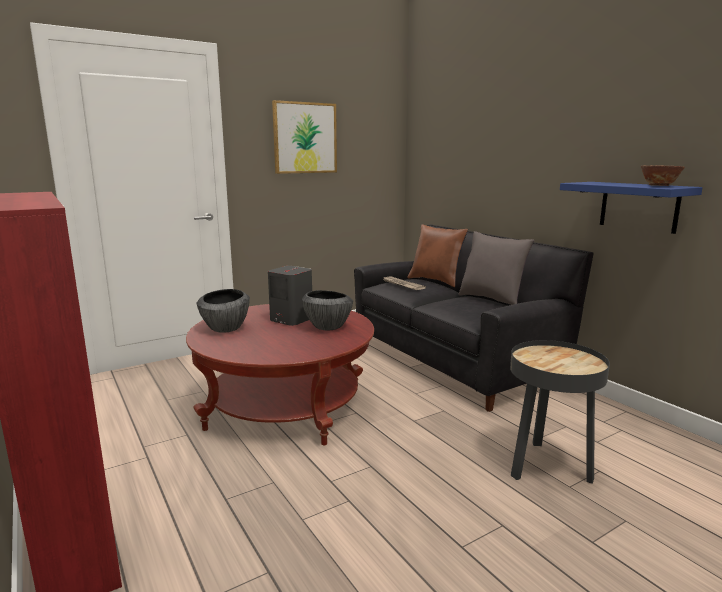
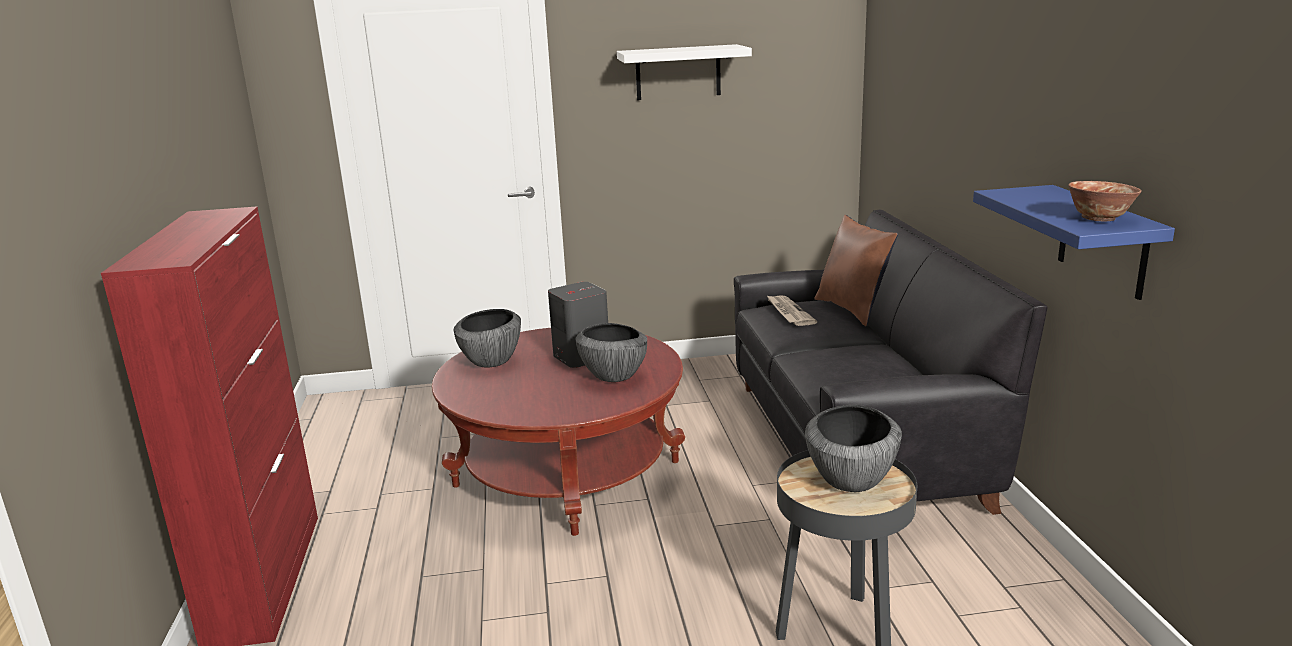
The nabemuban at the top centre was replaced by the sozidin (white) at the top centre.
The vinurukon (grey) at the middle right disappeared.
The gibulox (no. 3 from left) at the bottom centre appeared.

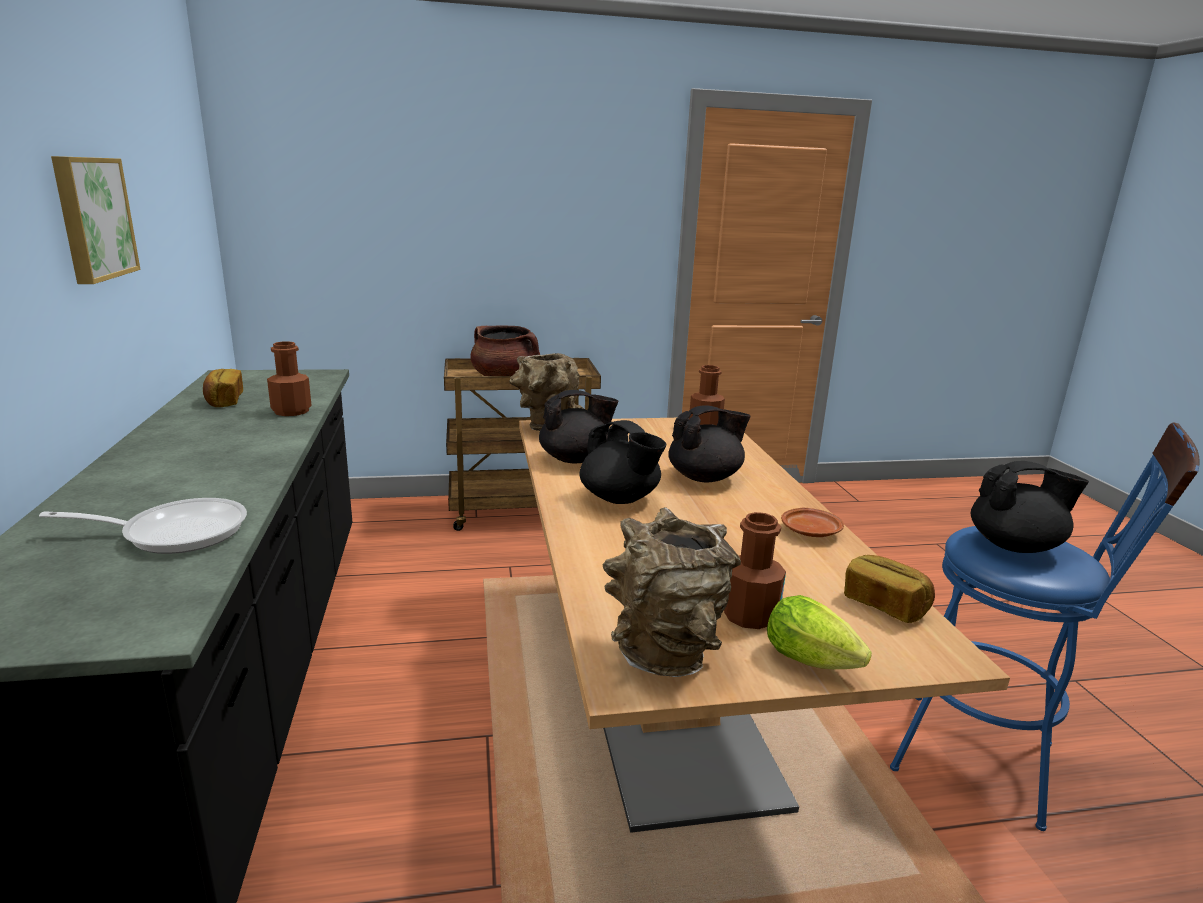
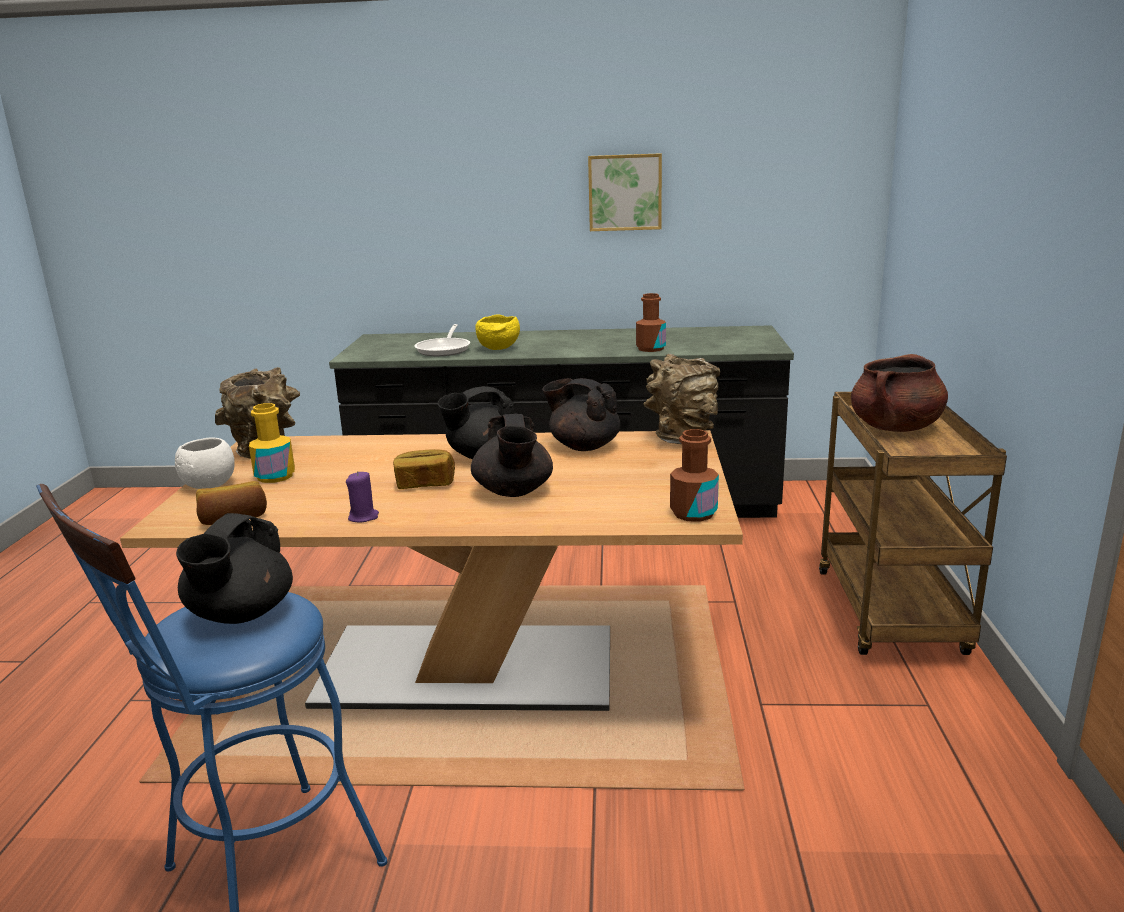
The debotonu (no. 1 from left in the first image) moved from the middle left to the centre.
The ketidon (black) (no. 1 from left in the first image) at the centre turned 120 degrees clockwise.
The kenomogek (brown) at the middle right was replaced by the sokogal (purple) at the middle left.
The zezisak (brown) (no. 3 from left) at the centre became the zezisak (yellow) at the middle left.
The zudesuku at the bottom right was replaced by the gibulox (white) at the middle left.
The gibulox (yellow) at the centre appeared.

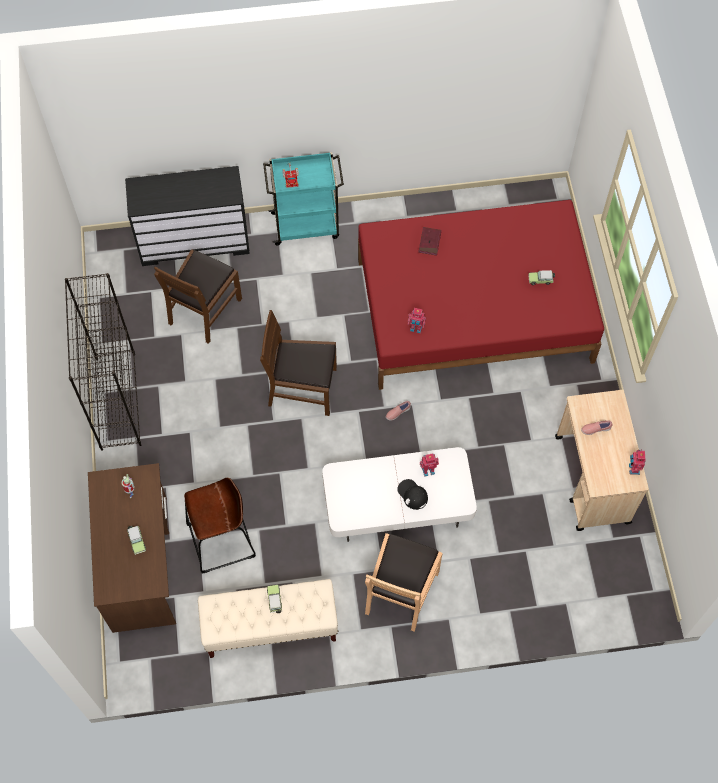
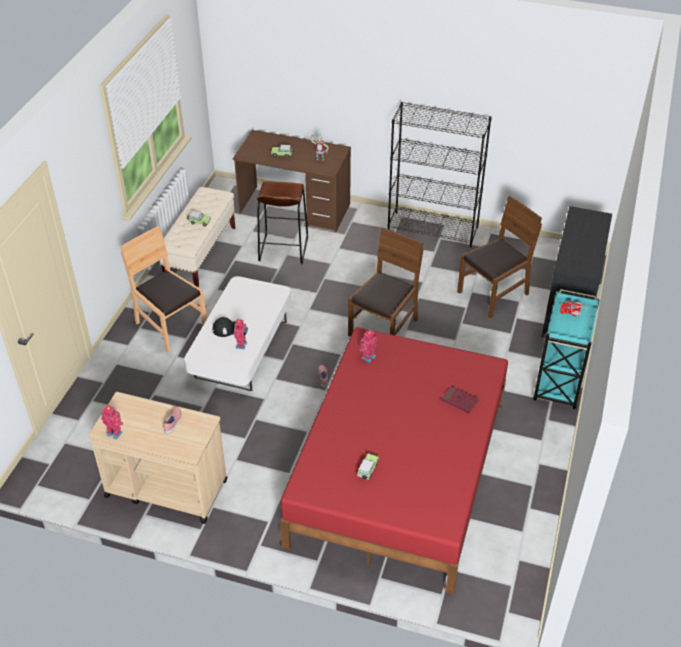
The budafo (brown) (no. 1 from left in the first image) at the middle left turned 90 degrees clockwise.

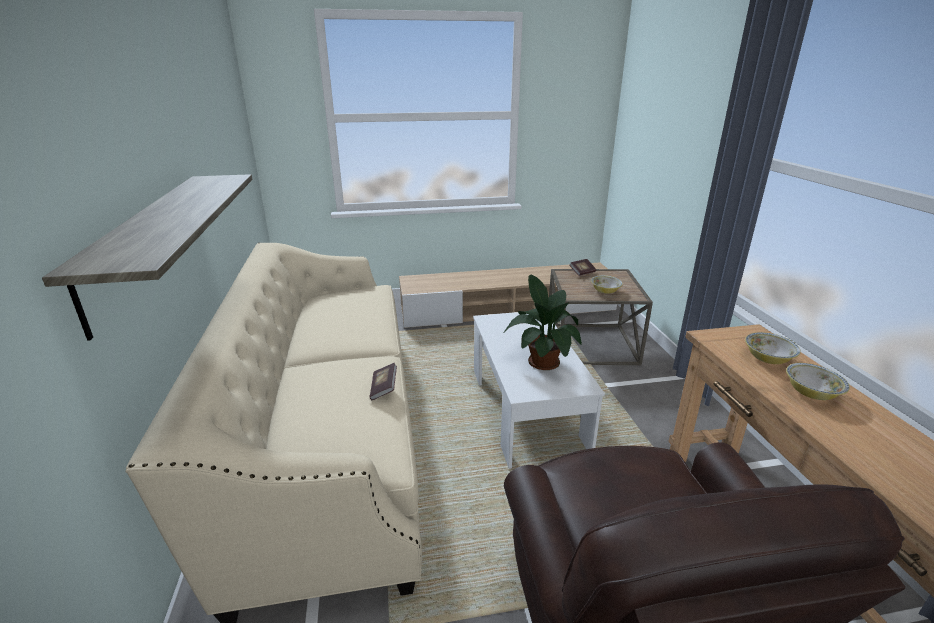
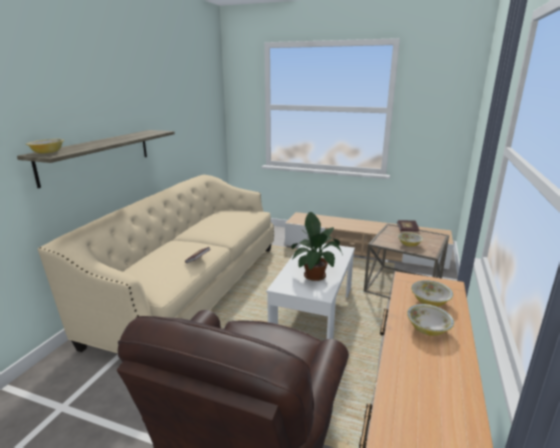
The gibulox (no. 1 from left) at the top left appeared.

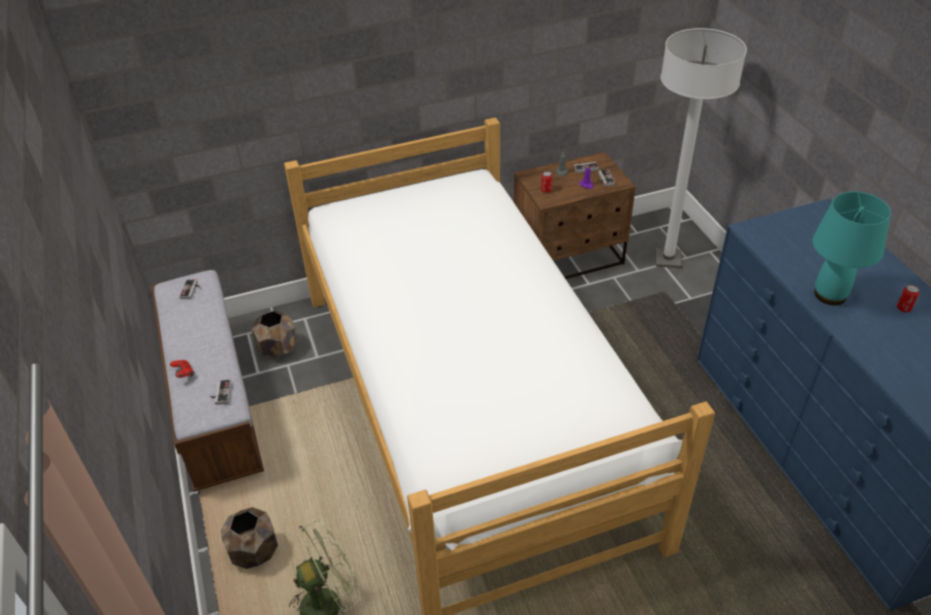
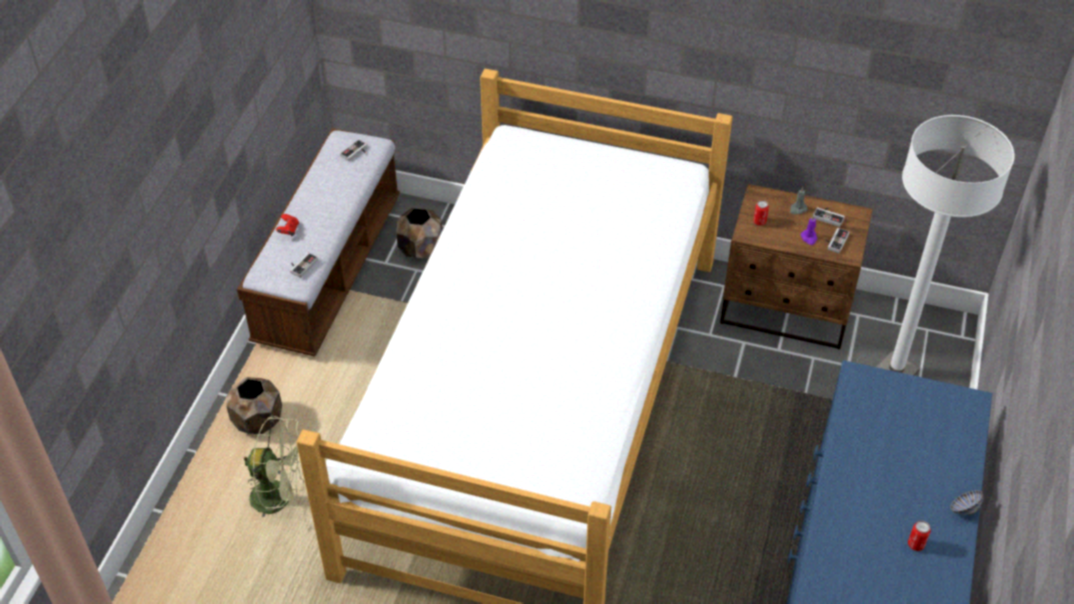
The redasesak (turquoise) at the middle right disappeared.
The gibulox at the bottom right appeared.

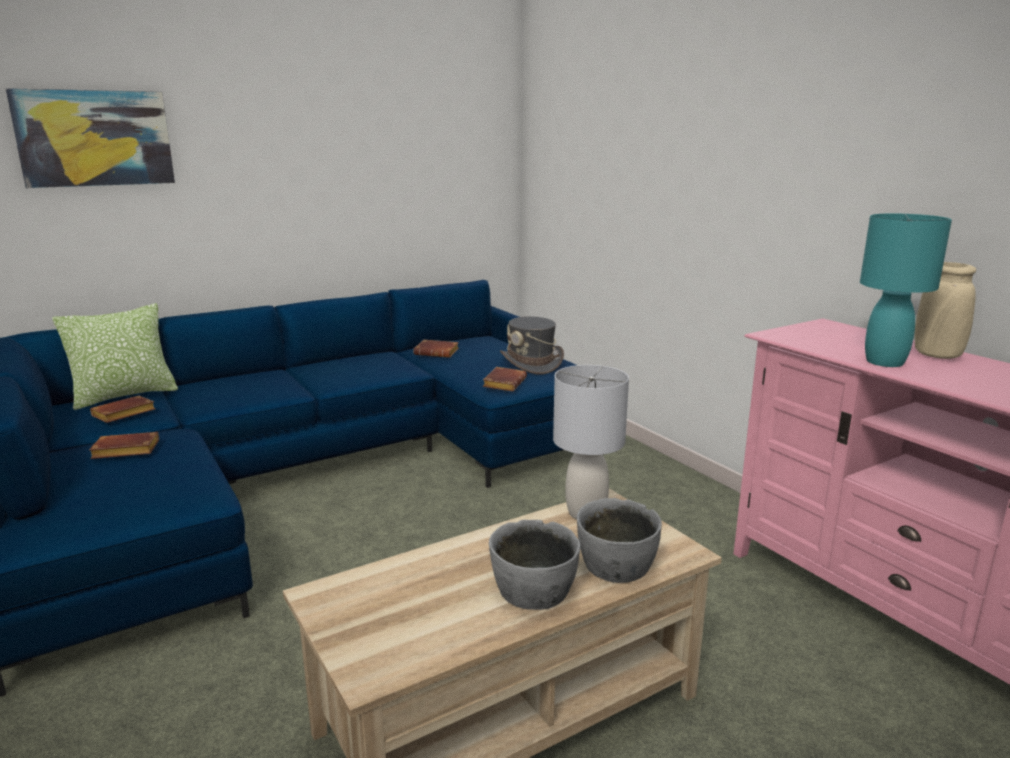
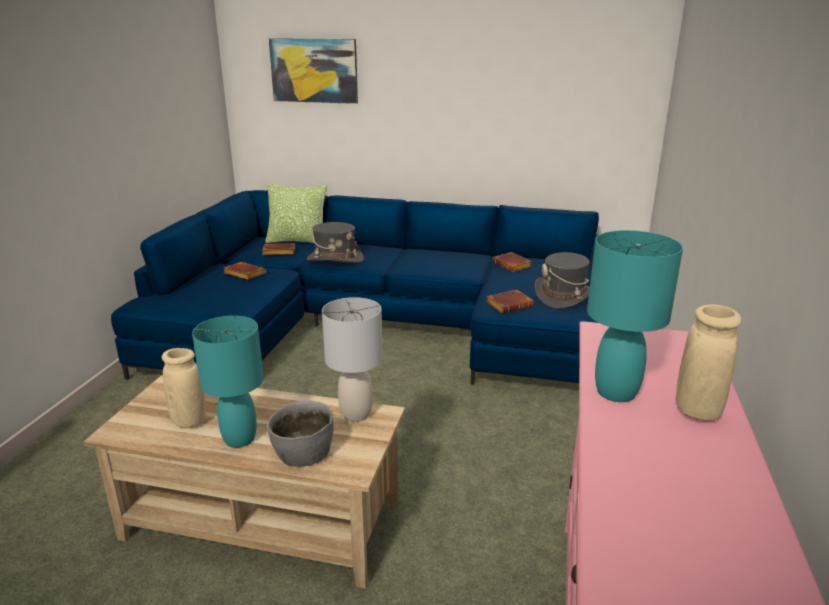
The gibulox (grey) (no. 1 from left) at the bottom centre was replaced by the redasesak (turquoise) (no. 1 from left) at the middle left.
The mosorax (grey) (no. 1 from left) at the centre appeared.
The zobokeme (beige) (no. 1 from left) at the middle left appeared.

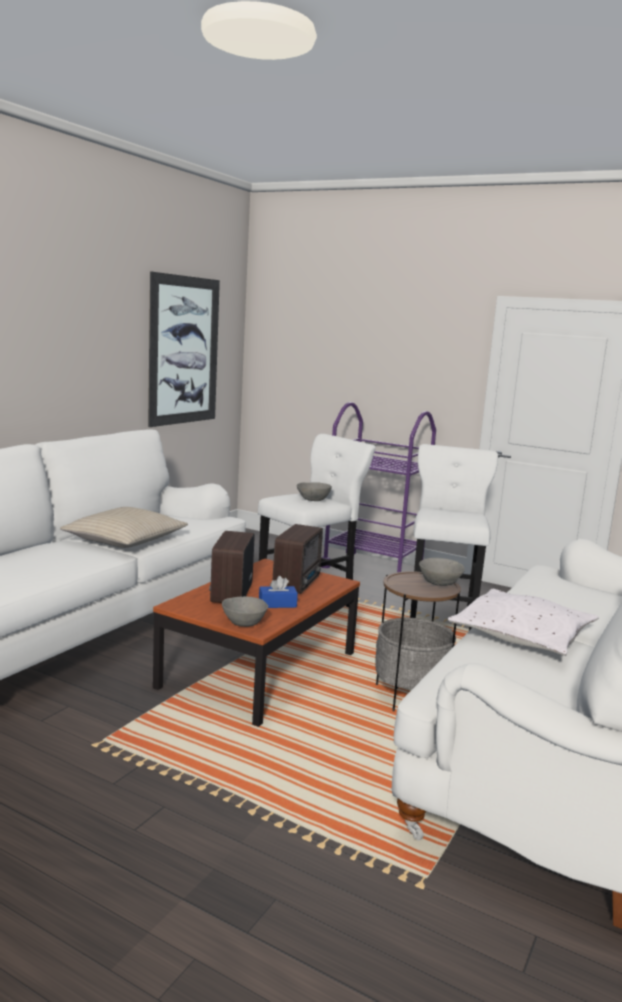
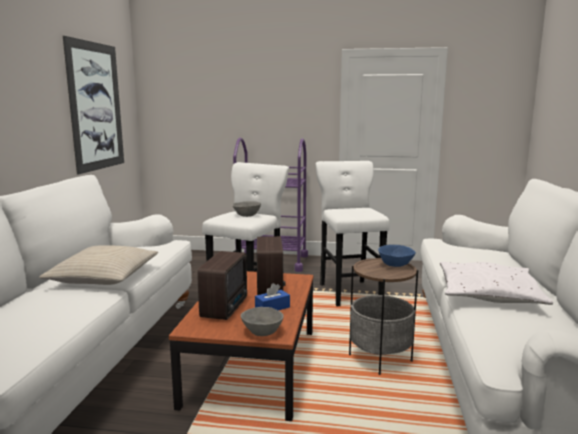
The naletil (no. 1 from left) at the centre turned 150 degrees counterclockwise.
The gibulox (grey) (no. 3 from left) at the middle right became the gibulox (blue) at the middle right.

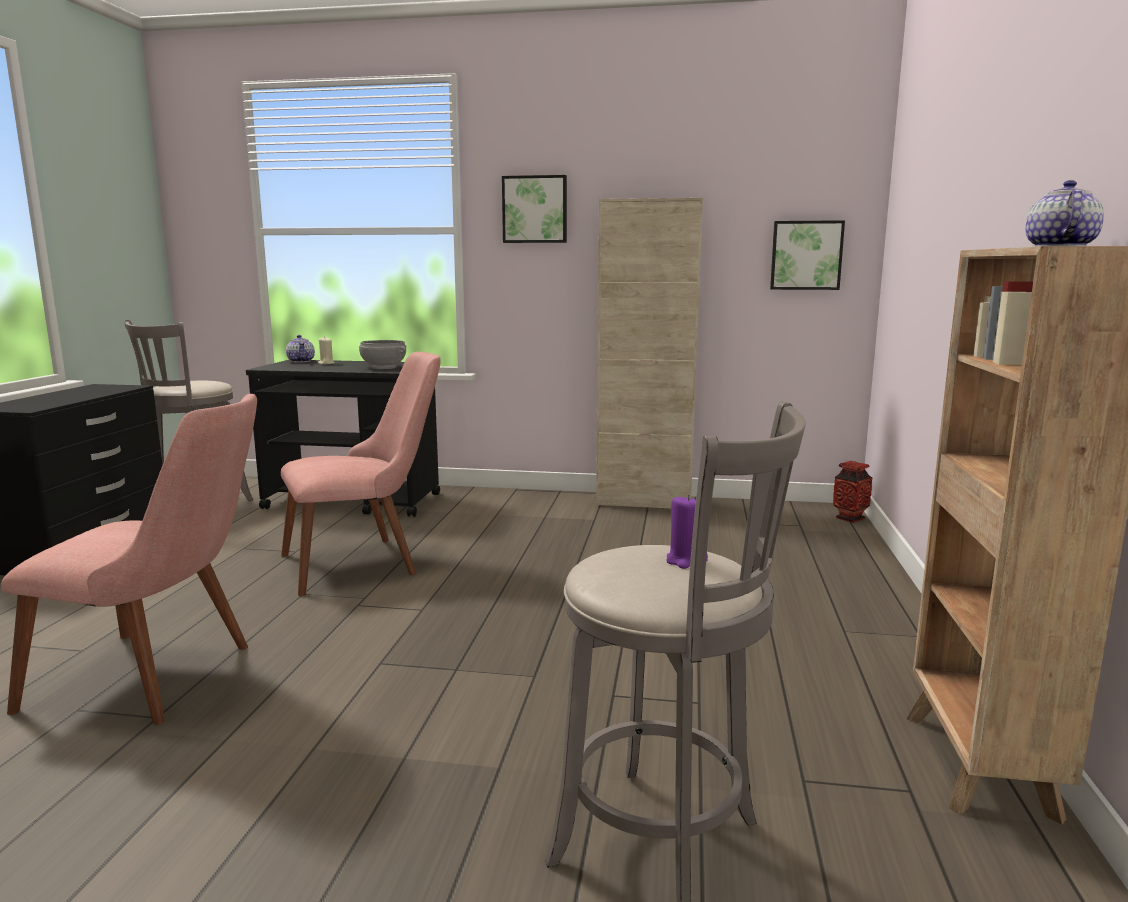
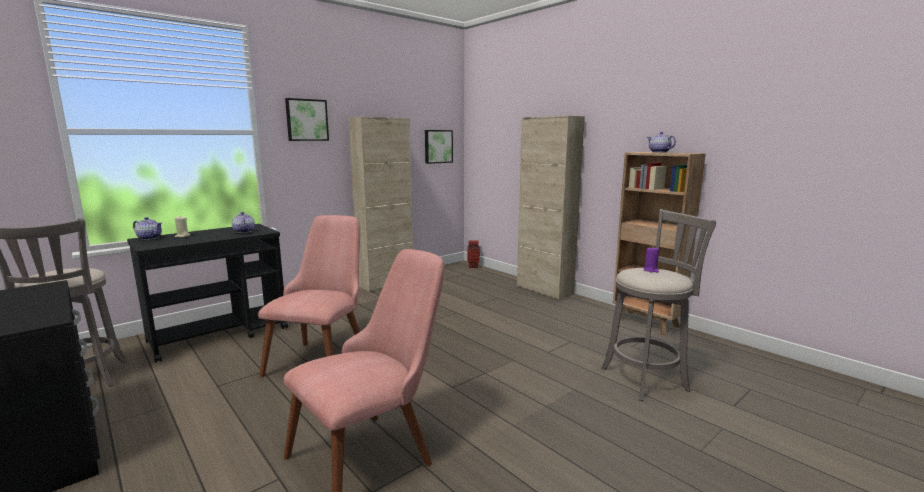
The gibulox (grey) at the centre was replaced by the ketidon (no. 2 from left) at the middle left.
The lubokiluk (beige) (no. 2 from left) at the centre appeared.

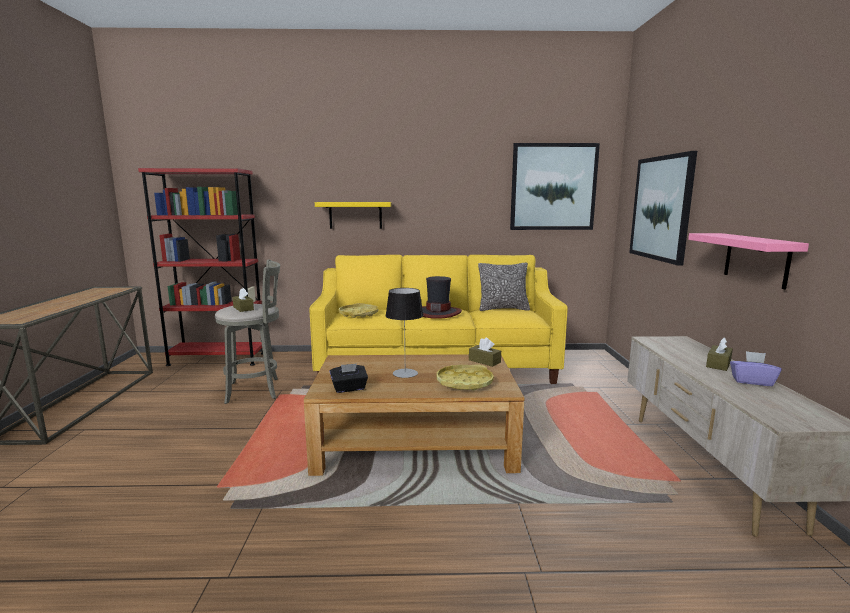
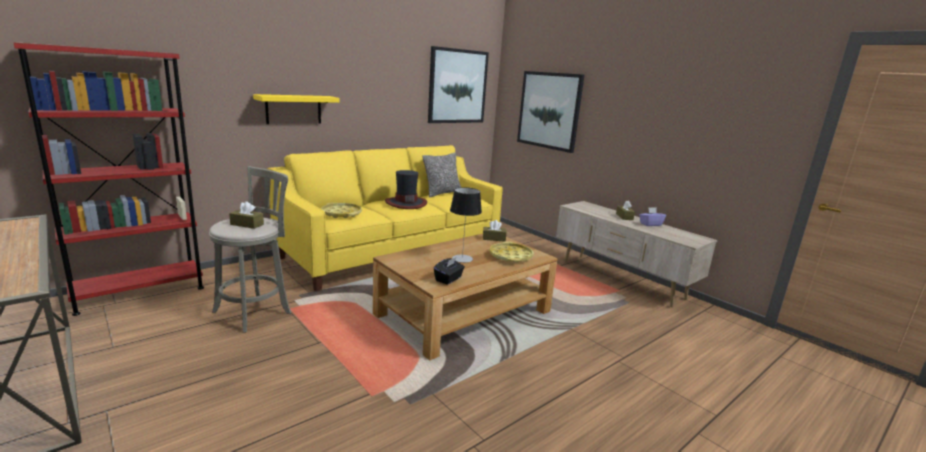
The sozidin (pink) at the middle right disappeared.

